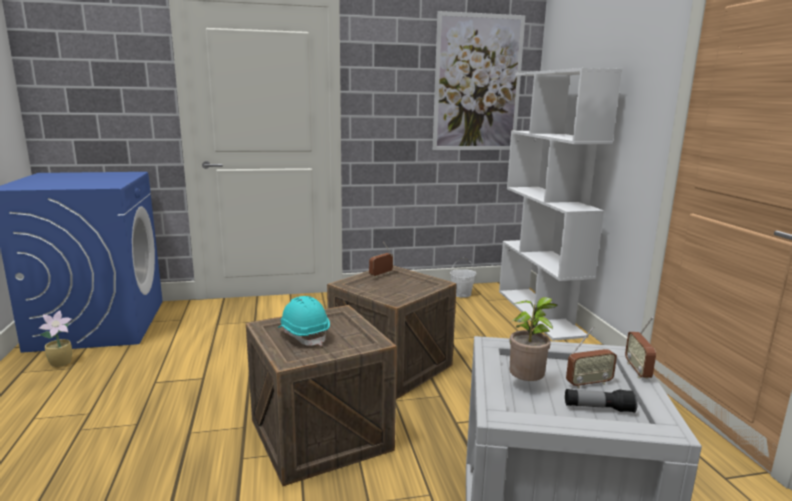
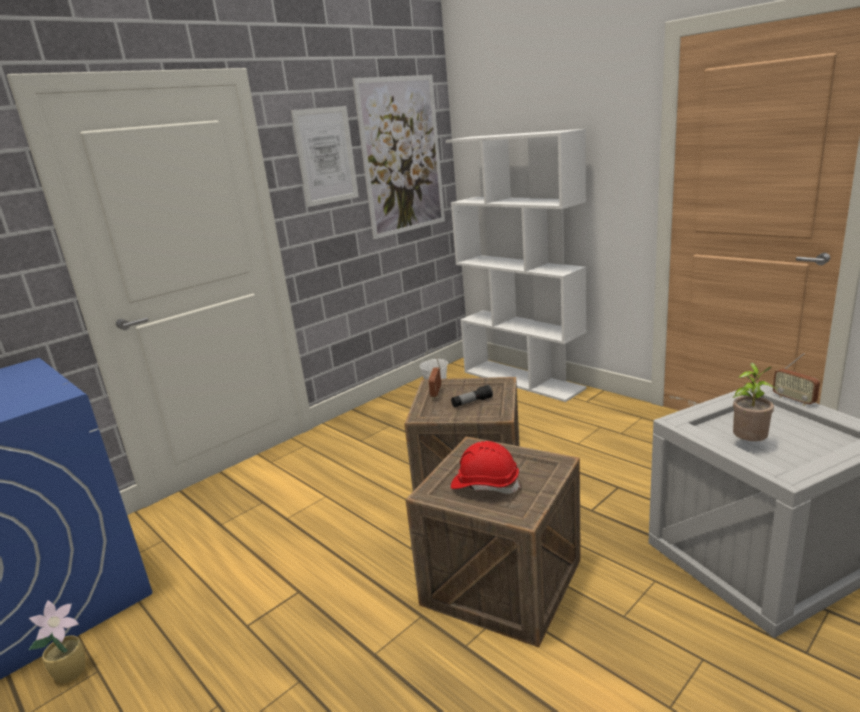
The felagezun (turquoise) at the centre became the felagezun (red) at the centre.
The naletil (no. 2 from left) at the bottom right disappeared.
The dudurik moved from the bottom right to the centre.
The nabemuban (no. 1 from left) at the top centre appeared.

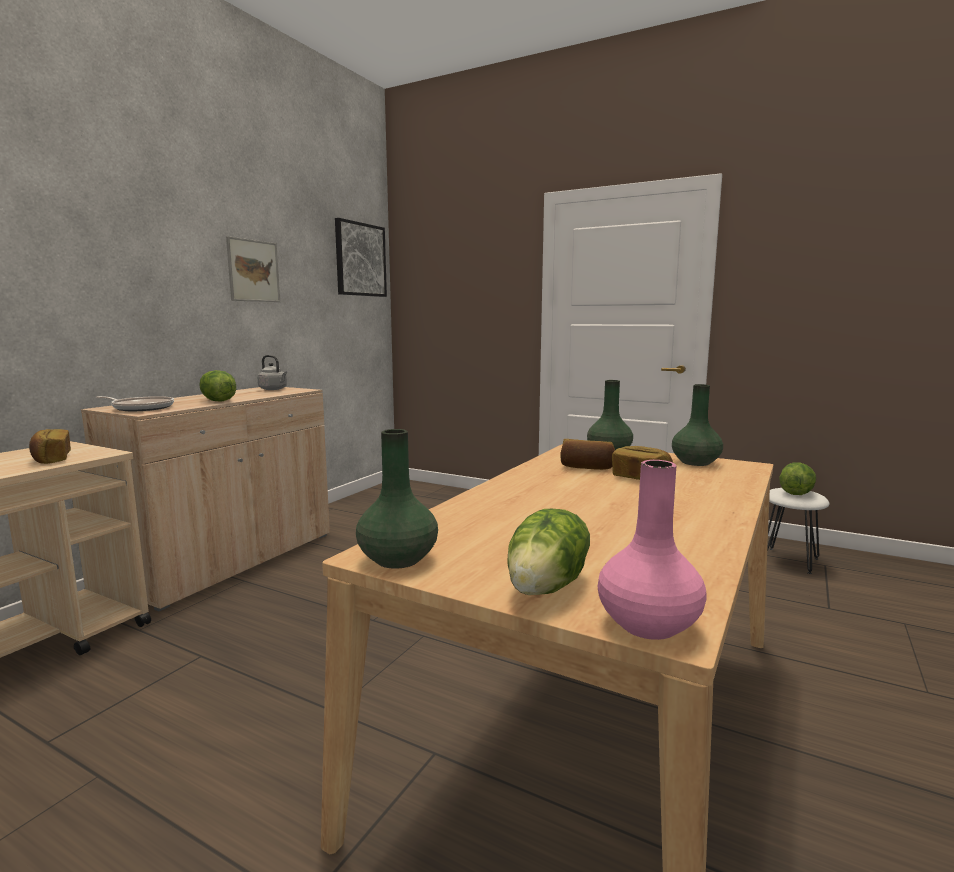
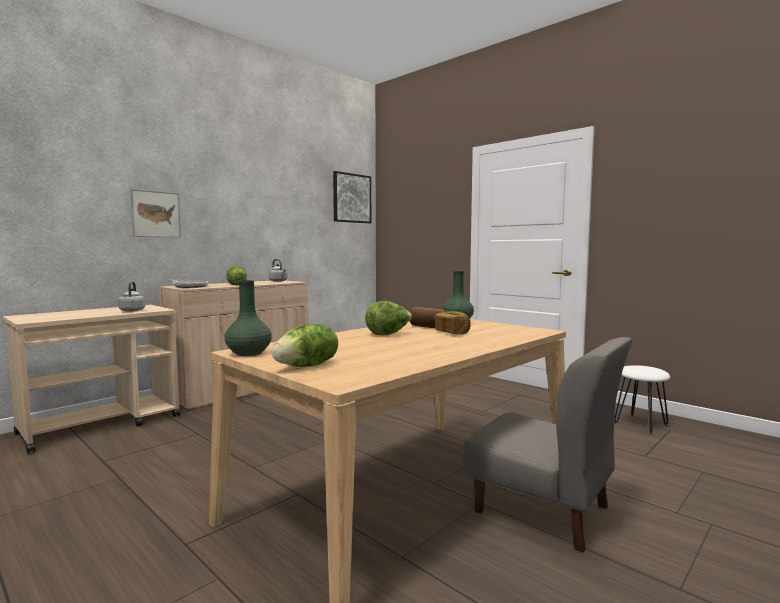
The nabemuban (no. 1 from left) moved from the top left to the middle left.
The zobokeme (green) (no. 3 from left) at the middle right disappeared.
The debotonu (no. 1 from left) at the middle left was replaced by the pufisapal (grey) (no. 1 from left) at the middle left.
The zobokeme (pink) at the middle right disappeared.
The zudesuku (no. 3 from left) moved from the middle right to the centre.
The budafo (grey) at the bottom right appeared.

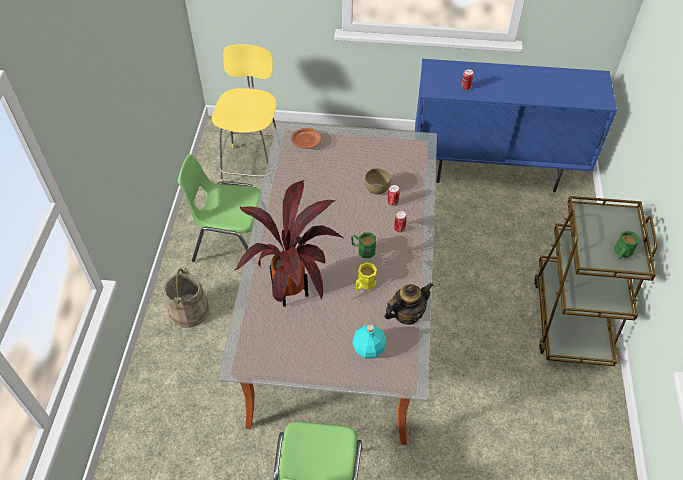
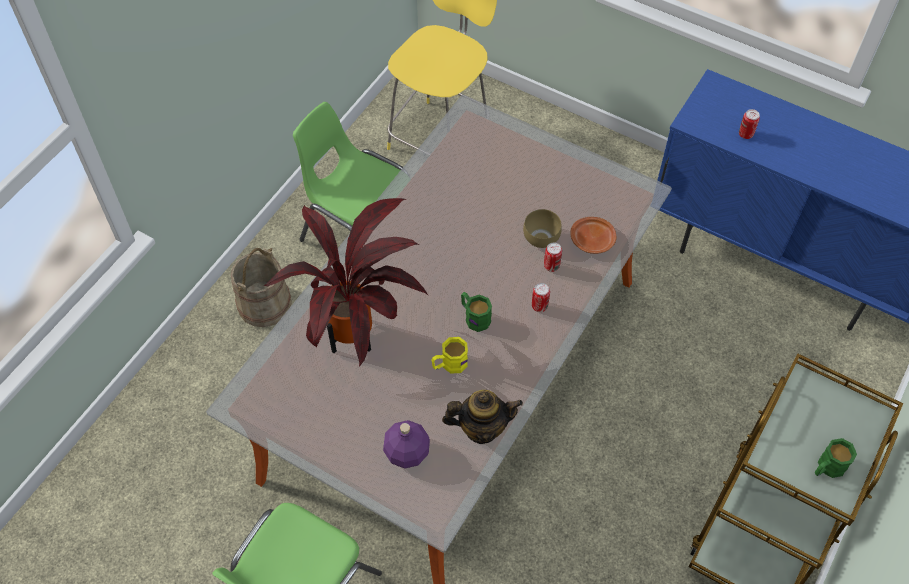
The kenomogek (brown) moved from the top centre to the centre.
The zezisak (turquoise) at the bottom centre became the zezisak (purple) at the bottom centre.

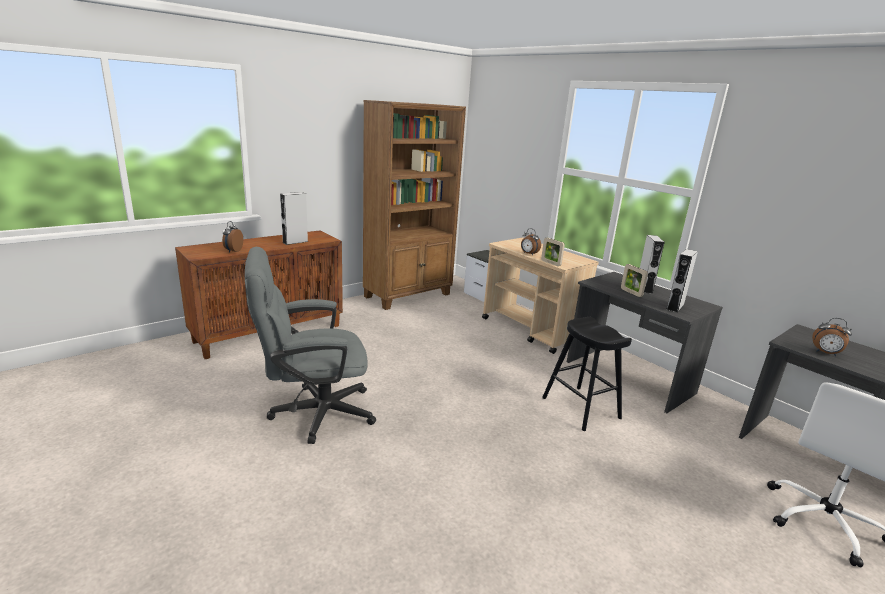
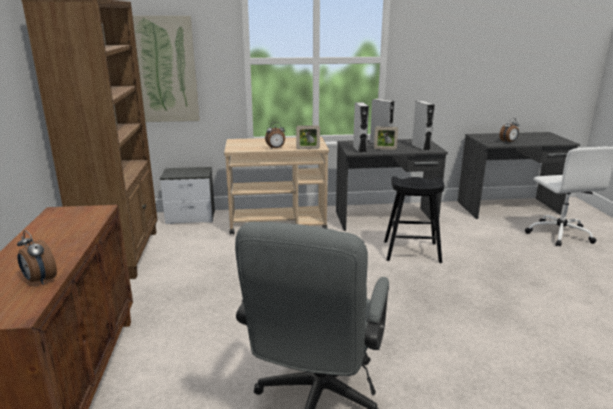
The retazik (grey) (no. 1 from left) moved from the middle left to the top centre.
The nabemuban at the top left appeared.

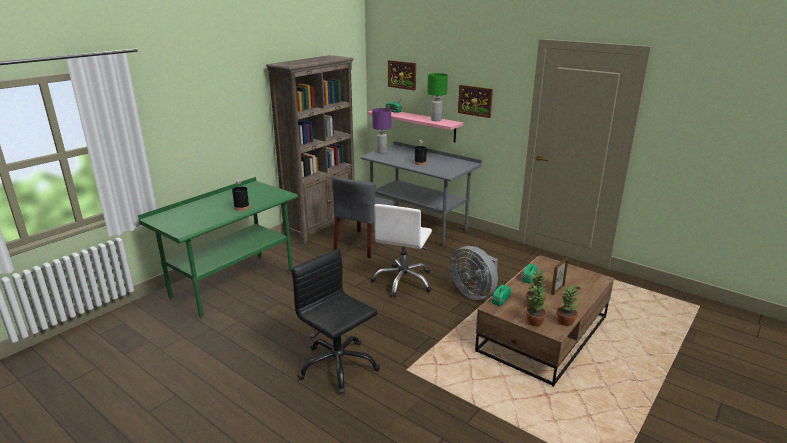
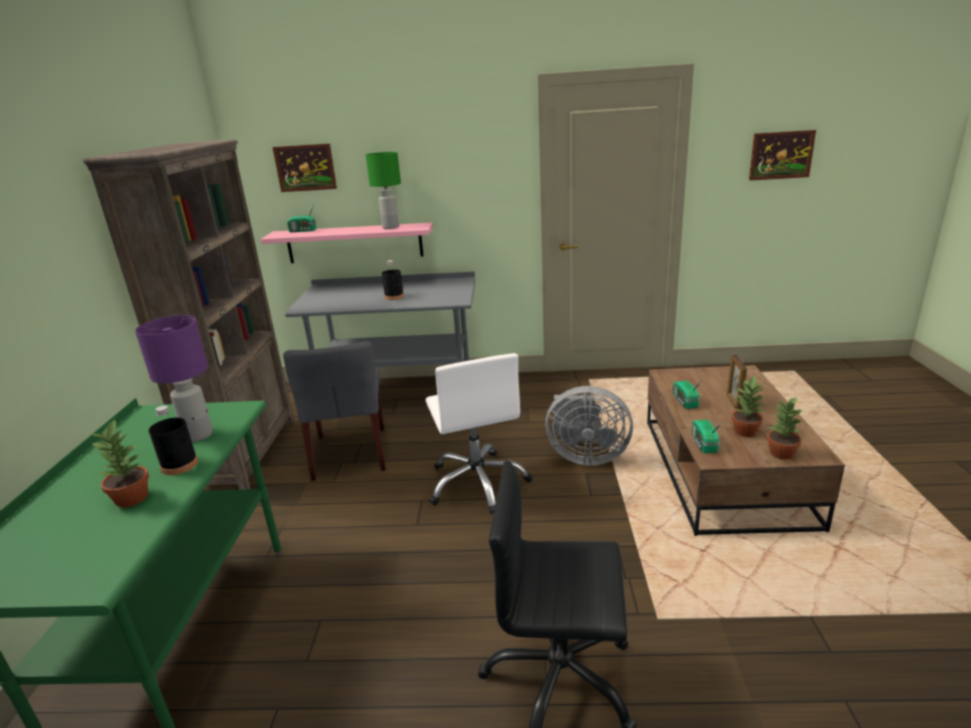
The nabemuban (no. 2 from left) moved from the top centre to the top right.
The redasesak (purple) moved from the top centre to the middle left.
The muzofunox (no. 3 from left in the first image) moved from the bottom right to the middle left.

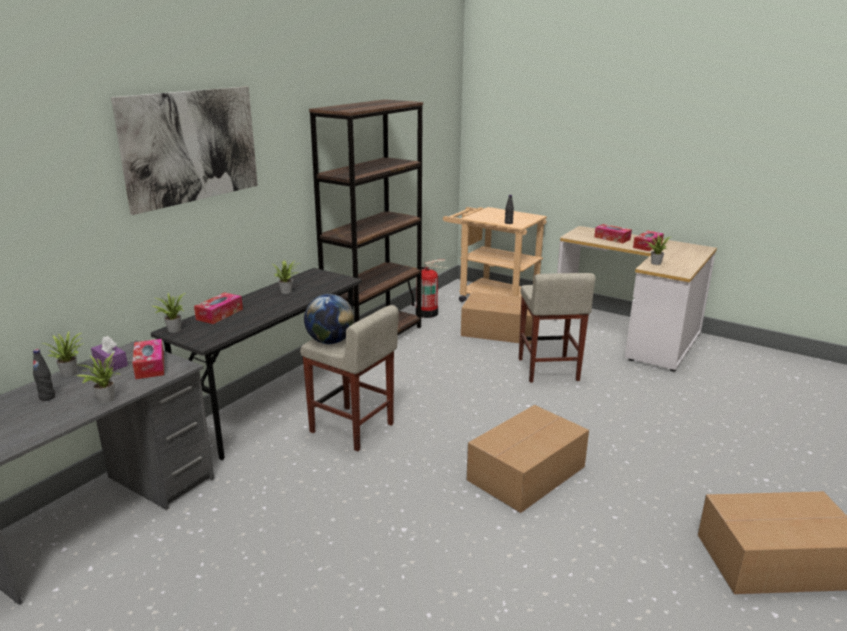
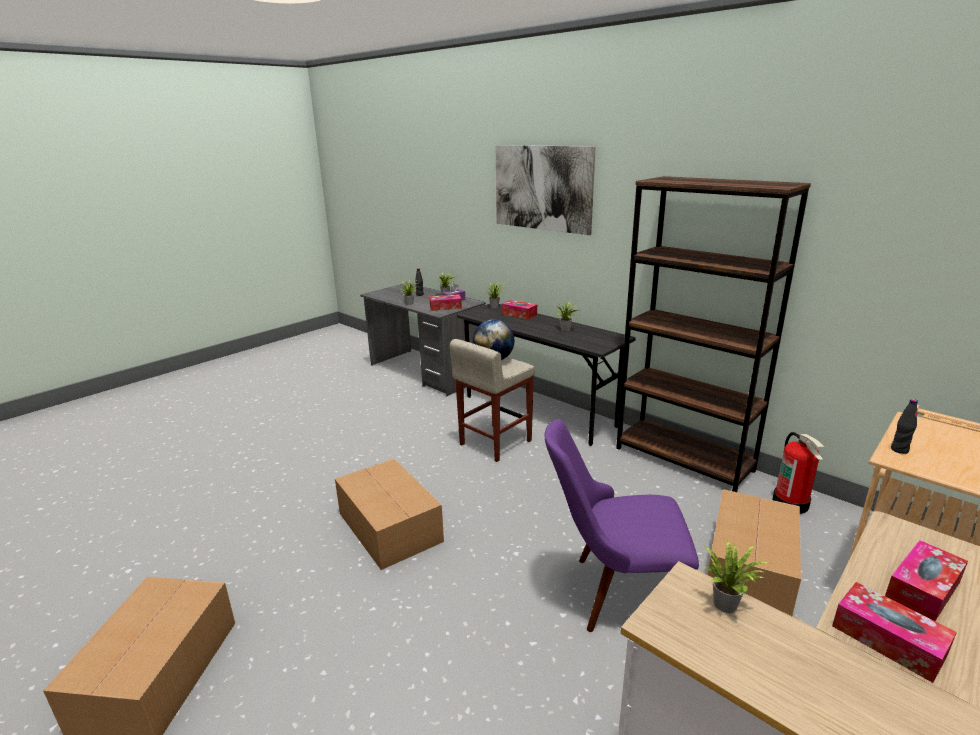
The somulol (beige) (no. 2 from left) at the centre was replaced by the budafo (purple) at the bottom centre.

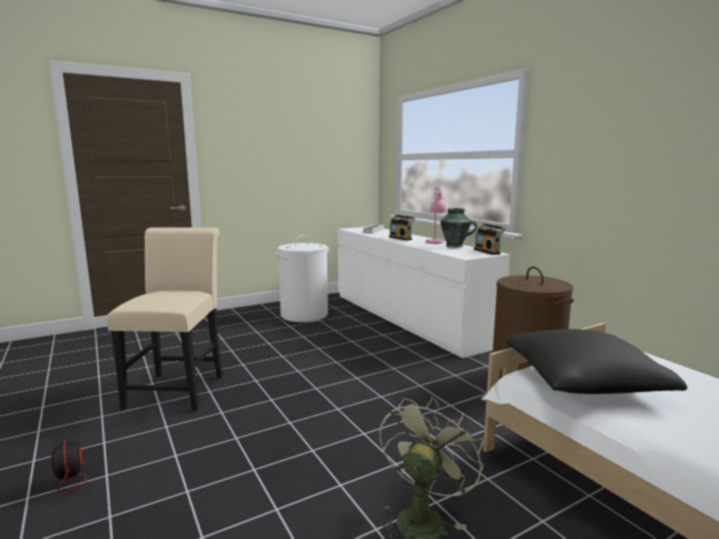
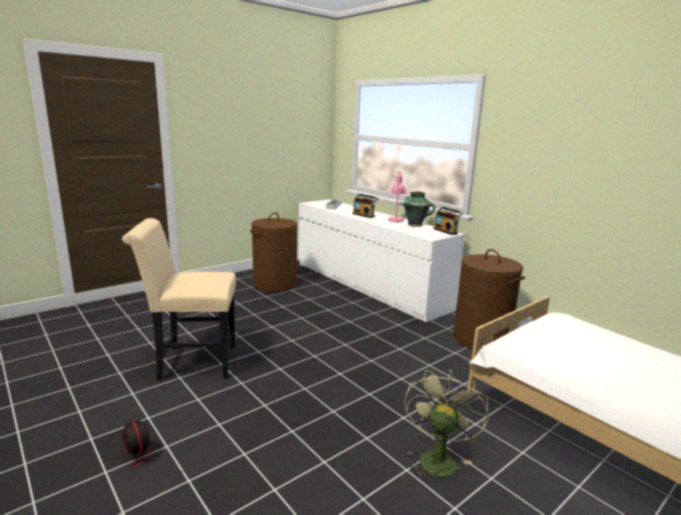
The budafo (beige) at the middle left turned 90 degrees counterclockwise.
The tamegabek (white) at the centre became the tamegabek (brown) (no. 1 from left) at the centre.
The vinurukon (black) at the bottom right disappeared.

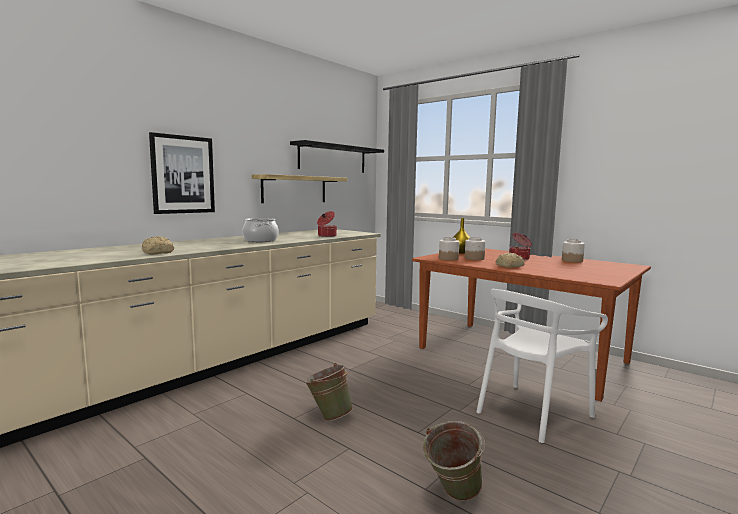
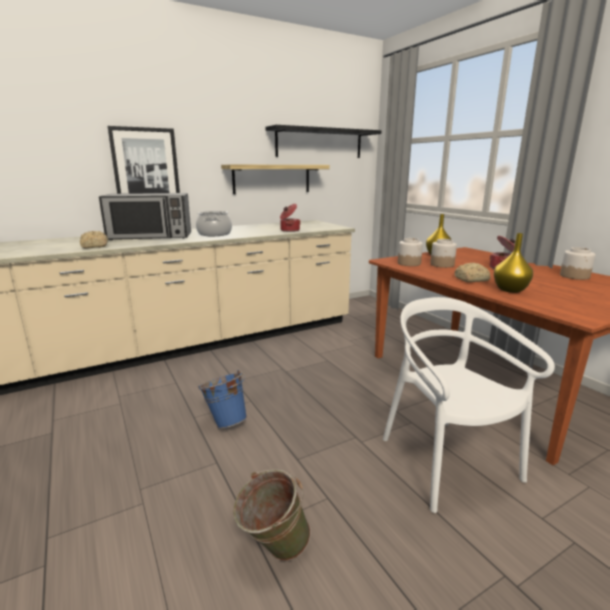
The budafo (white) at the bottom right turned 90 degrees clockwise.
The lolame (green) (no. 1 from left) at the bottom centre became the lolame (blue) at the centre.
The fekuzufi at the middle left appeared.
The zobokeme (yellow) (no. 2 from left) at the middle right appeared.

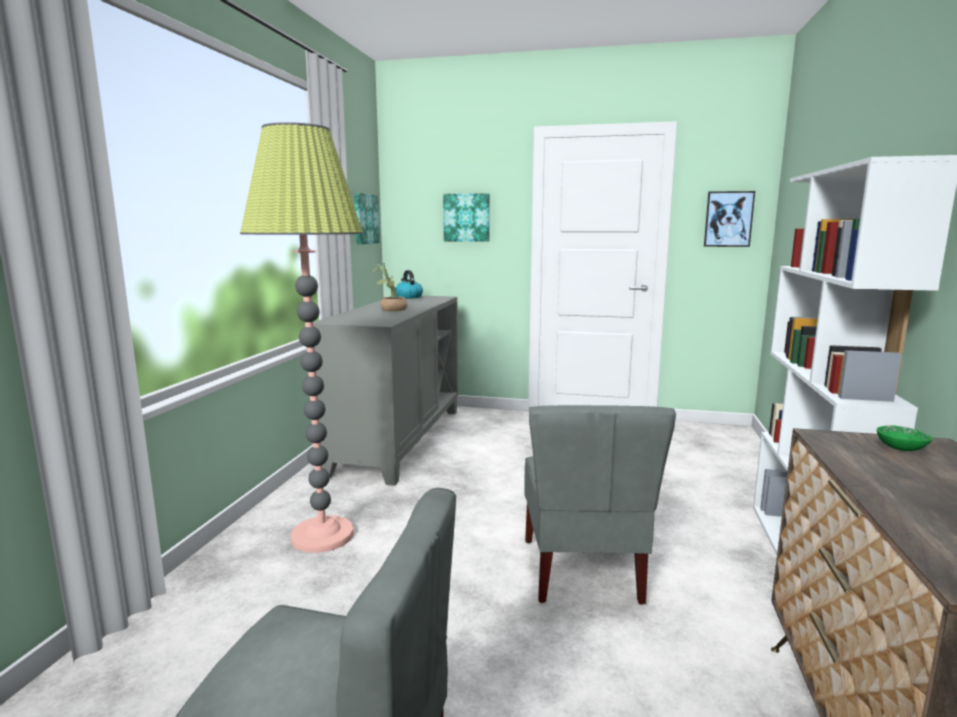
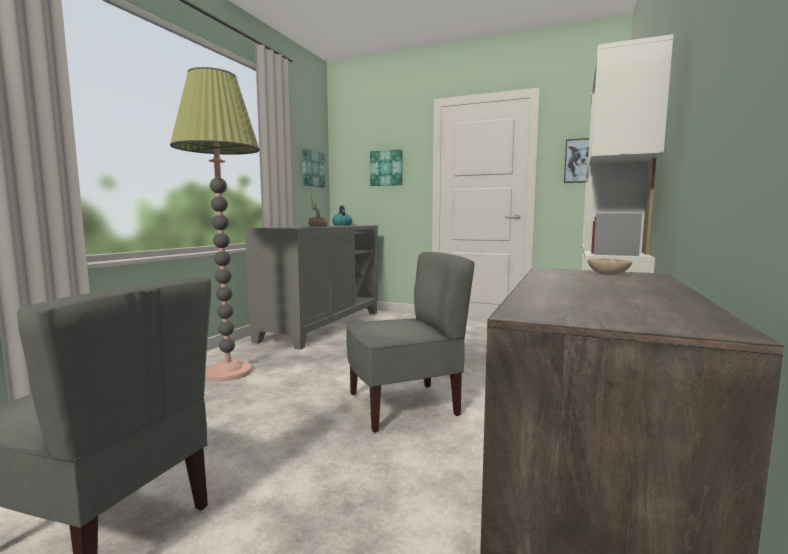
The budafo (grey) (no. 2 from left) at the bottom centre turned 120 degrees counterclockwise.
The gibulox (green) at the middle right became the gibulox (beige) at the middle right.

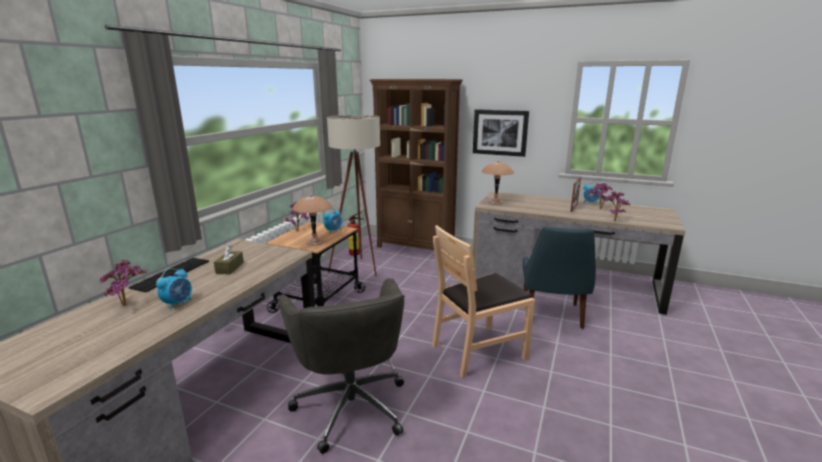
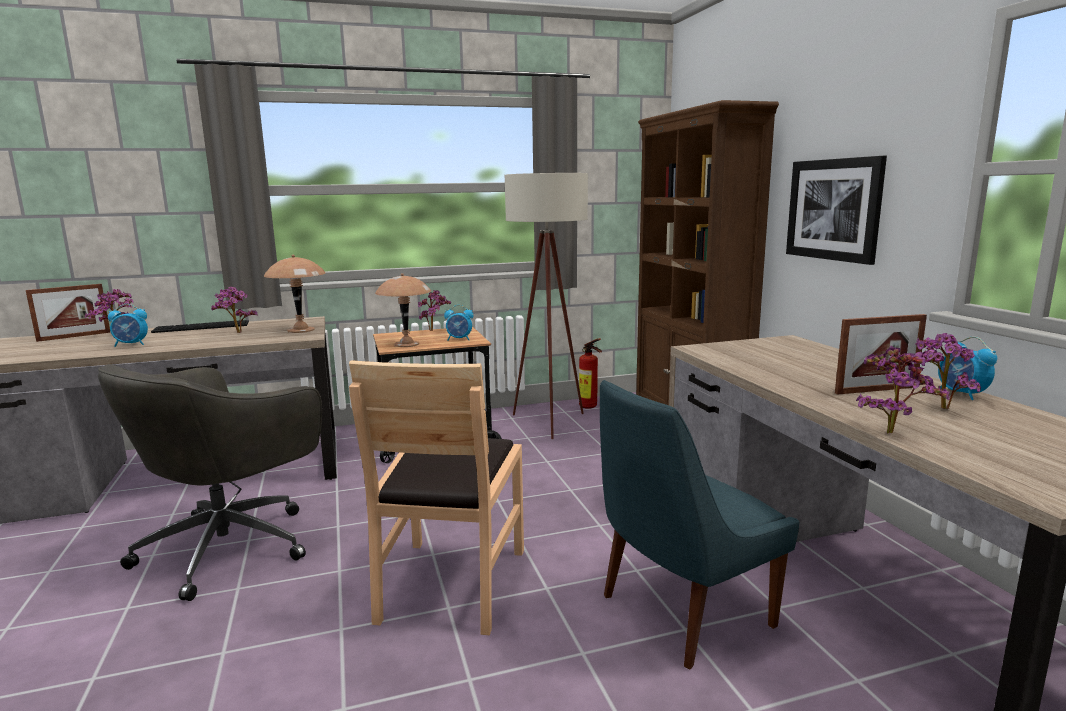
The redasesak (brown) (no. 2 from left in the first image) moved from the centre to the middle left.
The budafo (brown) at the centre turned 105 degrees counterclockwise.
The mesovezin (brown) at the middle left was replaced by the muzofunox (no. 2 from left) at the middle left.
The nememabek (no. 1 from left) at the middle left appeared.

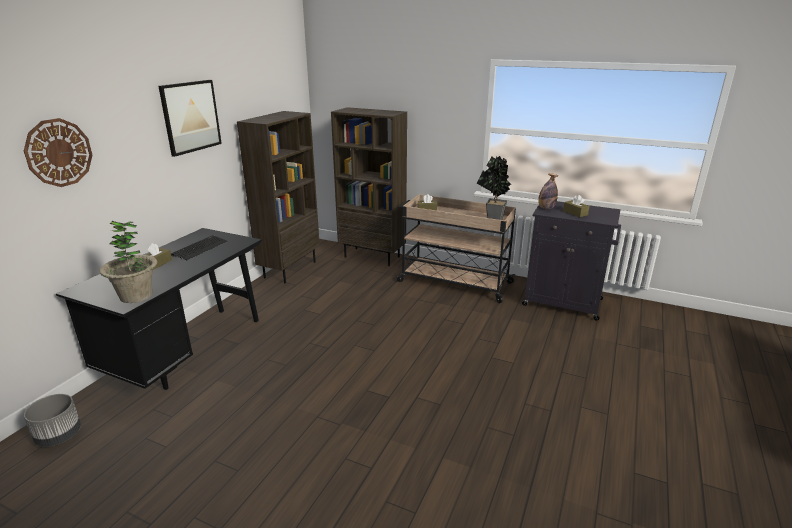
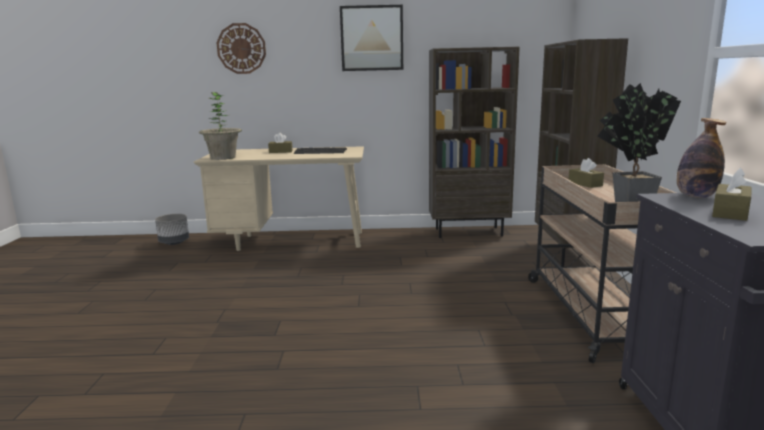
The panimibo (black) at the middle left became the panimibo (beige) at the centre.

